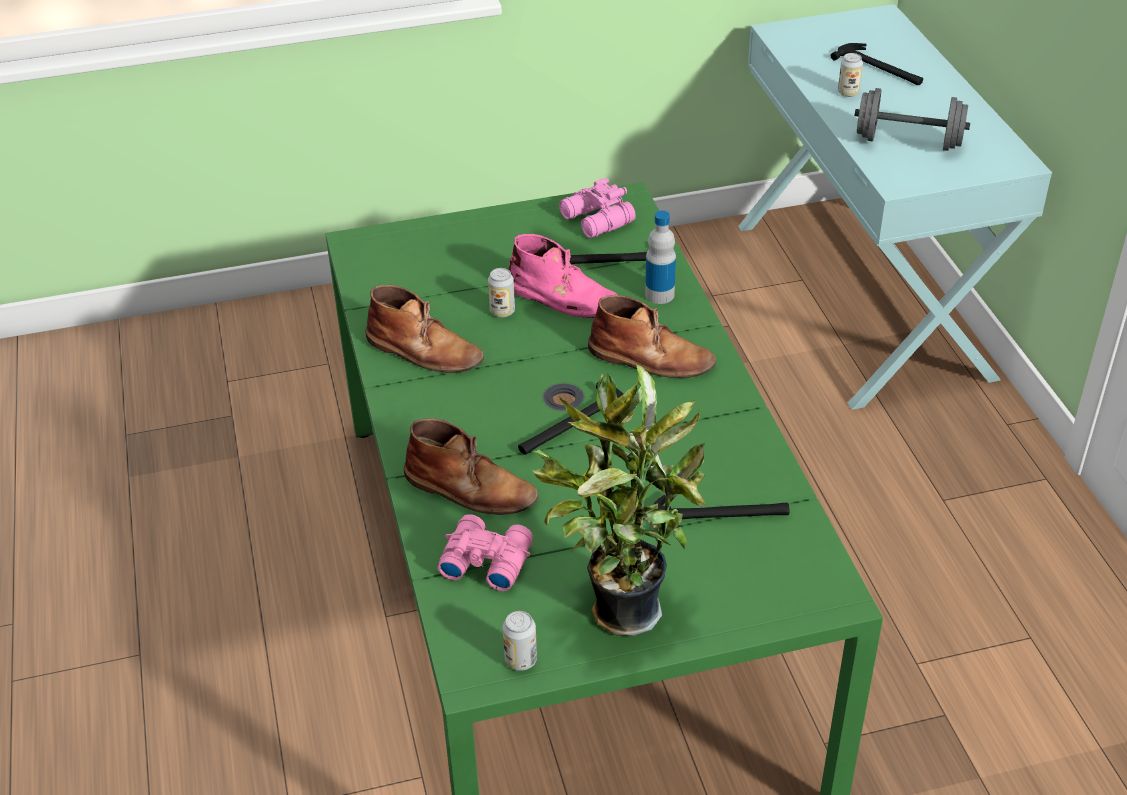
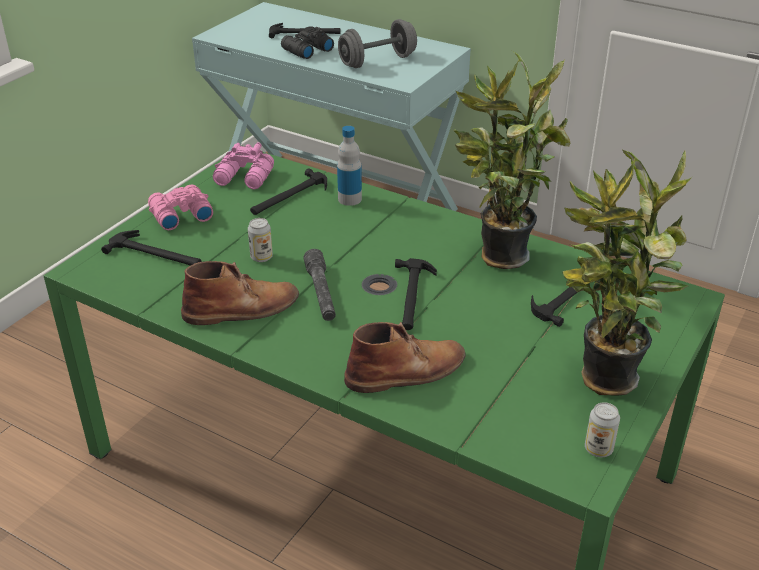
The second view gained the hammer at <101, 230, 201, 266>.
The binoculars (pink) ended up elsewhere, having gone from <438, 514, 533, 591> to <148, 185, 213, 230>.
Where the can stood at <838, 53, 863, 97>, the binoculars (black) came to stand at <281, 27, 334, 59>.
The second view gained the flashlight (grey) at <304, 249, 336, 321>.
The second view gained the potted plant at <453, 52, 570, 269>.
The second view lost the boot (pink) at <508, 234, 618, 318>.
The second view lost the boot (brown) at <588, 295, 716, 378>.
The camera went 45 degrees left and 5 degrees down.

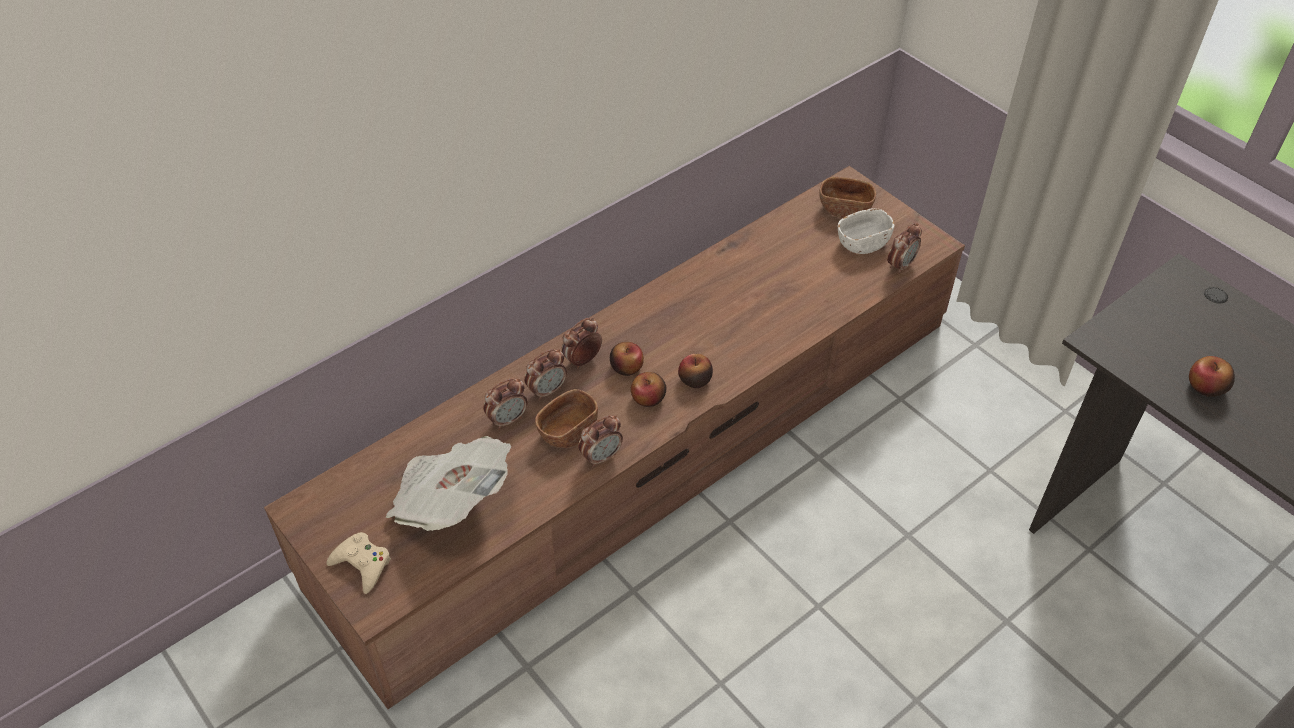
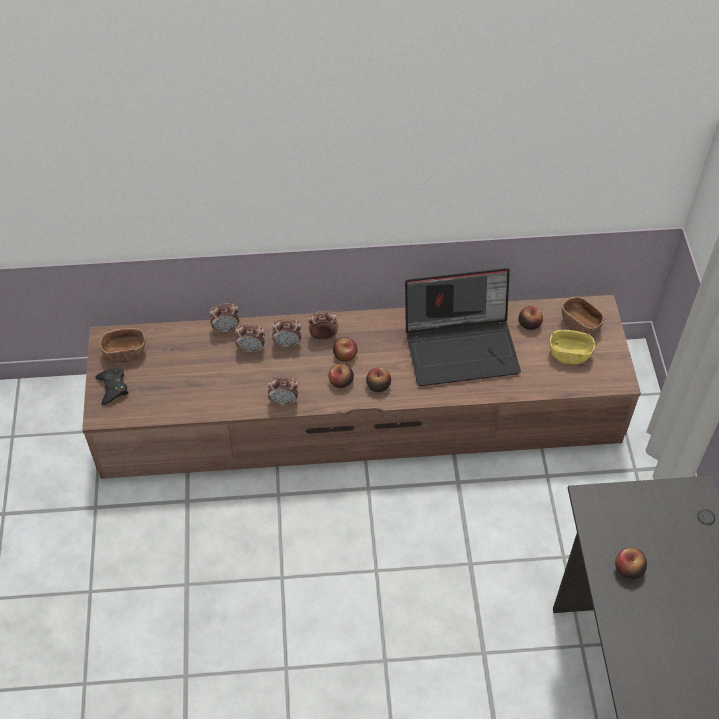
What was the game controller (beige) at <327, 532, 391, 594> turned into the game controller (black) at <95, 369, 128, 405>.
The bowl (brown) ended up elsewhere, having gone from <535, 389, 598, 448> to <100, 328, 146, 363>.
The alarm clock ended up elsewhere, having gone from <887, 223, 922, 274> to <210, 303, 239, 334>.
The second view gained the laptop at <405, 268, 521, 386>.
The second view gained the apple at <518, 306, 543, 330>.
What was the bowl (white) at <838, 208, 894, 254> turned into the bowl (yellow) at <549, 330, 595, 364>.
The second view lost the newspaper at <386, 436, 511, 531>.
The camera went 35 degrees right and 5 degrees up.

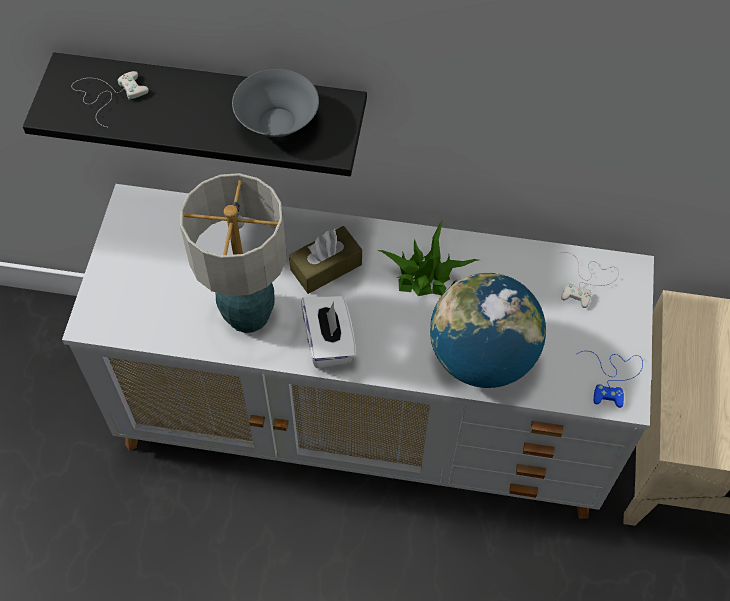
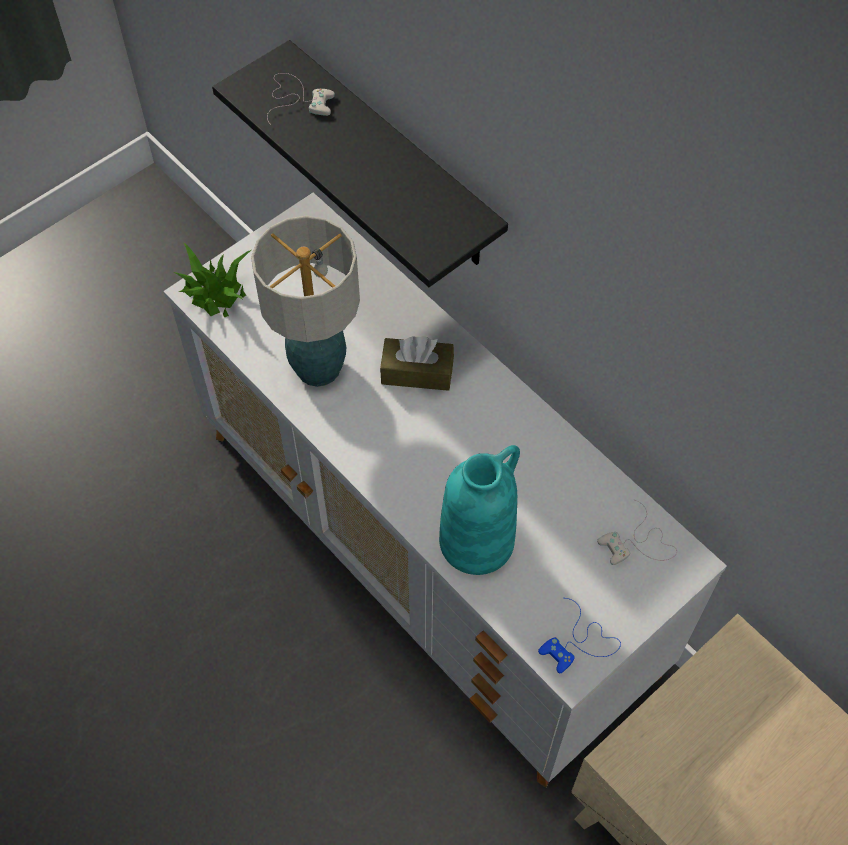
The potted plant ended up elsewhere, having gone from <378, 220, 479, 296> to <174, 243, 251, 317>.
Where the globe stood at <430, 273, 546, 388>, the vase (turquoise) came to stand at <439, 445, 520, 575>.
The second view lost the bowl (grey) at <232, 69, 319, 137>.
The second view lost the tissue box (white) at <301, 296, 356, 368>.
The camera went 40 degrees right and 0 degrees up.

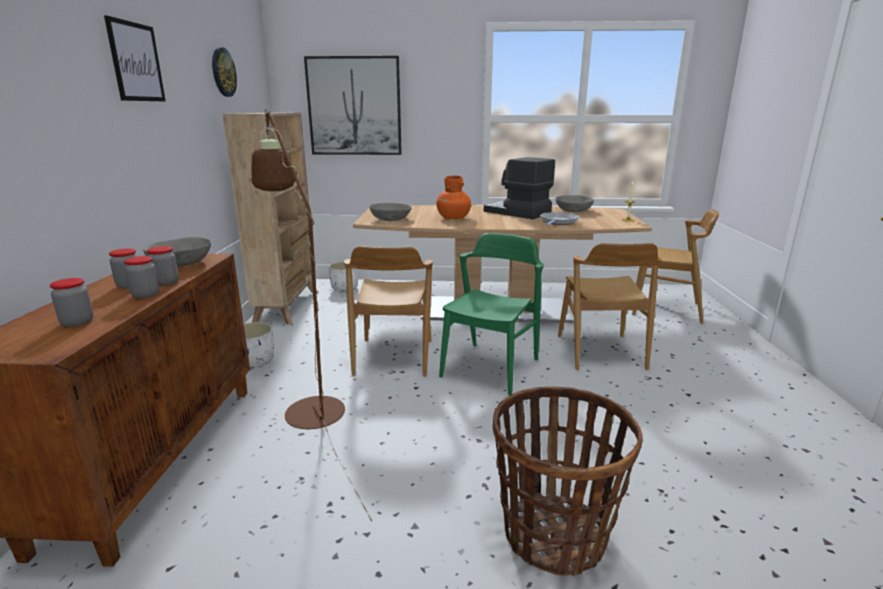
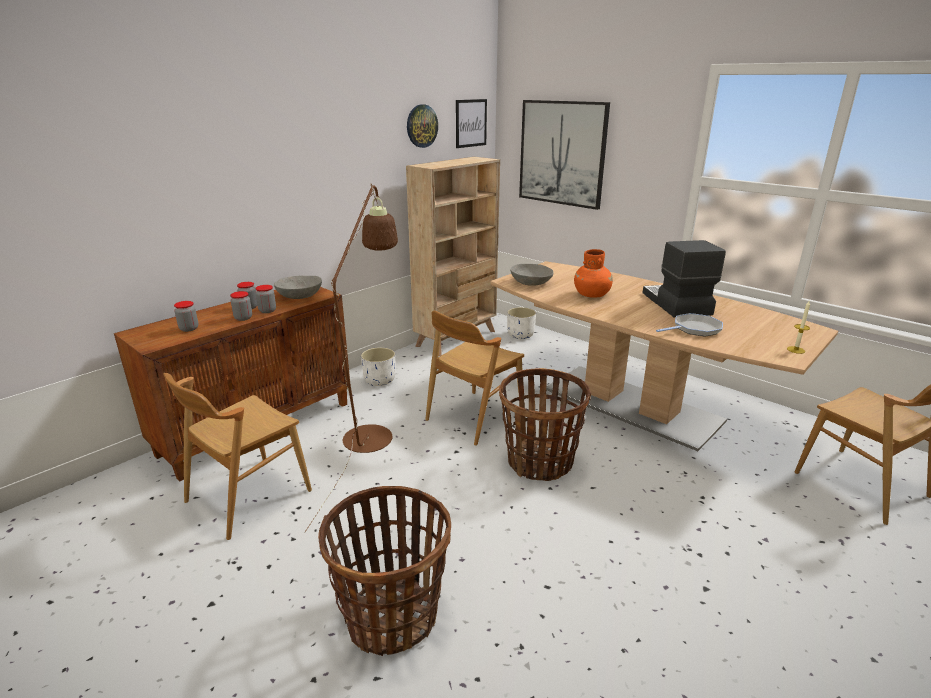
The chair (brown) ended up elsewhere, having gone from <558, 243, 662, 370> to <163, 373, 312, 540>.
The picture ended up elsewhere, having gone from <104, 15, 165, 101> to <456, 99, 487, 148>.
Where the chair (green) stood at <439, 233, 544, 396>, the basket came to stand at <499, 368, 591, 481>.
The second view lost the bowl (grey) at <555, 195, 594, 212>.
The camera went 40 degrees right and 5 degrees up.

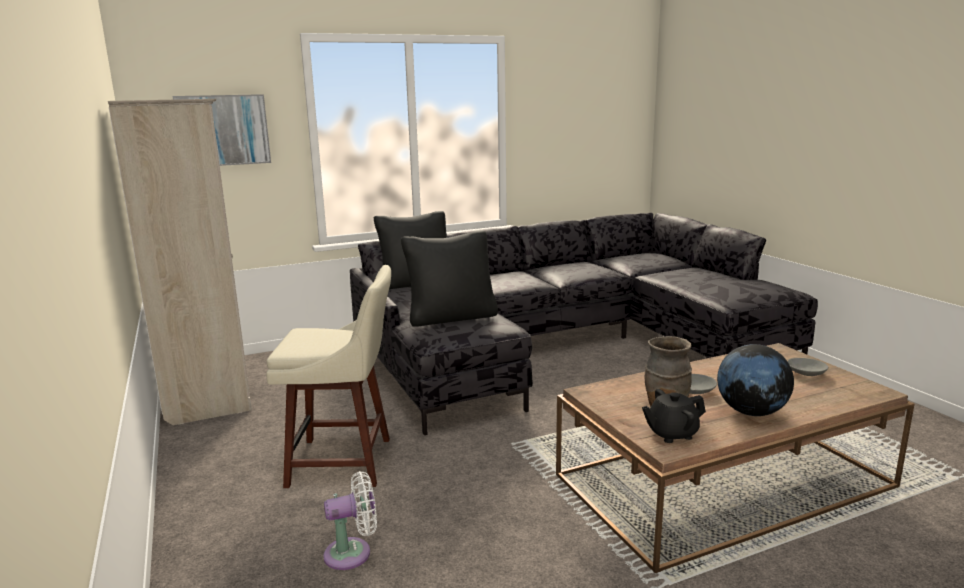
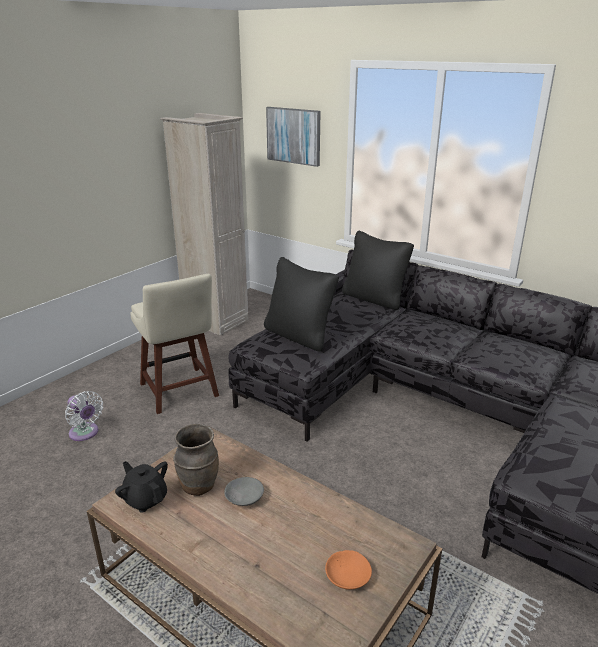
What was the bowl (grey) at <787, 358, 828, 376> turned into the bowl (orange) at <325, 550, 372, 590>.
The second view lost the globe at <717, 344, 794, 416>.
The camera went 60 degrees right and 10 degrees up.

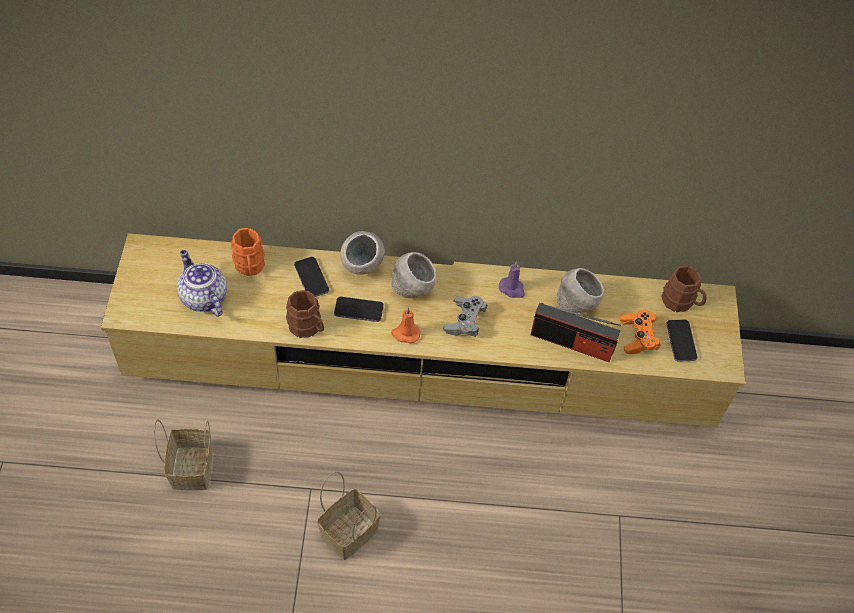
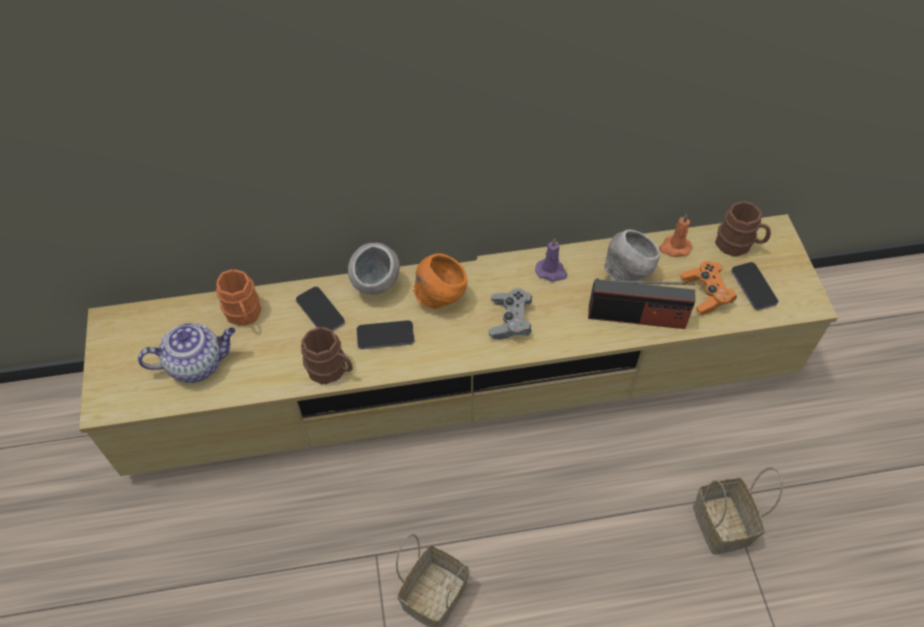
The teapot at <177, 250, 227, 317> ended up facing another way, 120 degrees clockwise from before.
What was the bowl (grey) at <391, 252, 436, 298> turned into the bowl (orange) at <413, 253, 467, 309>.
The candle (orange) ended up elsewhere, having gone from <391, 308, 420, 344> to <659, 214, 692, 257>.
The basket ended up elsewhere, having gone from <154, 419, 212, 491> to <693, 467, 783, 555>.
The camera went 10 degrees left and 0 degrees up.

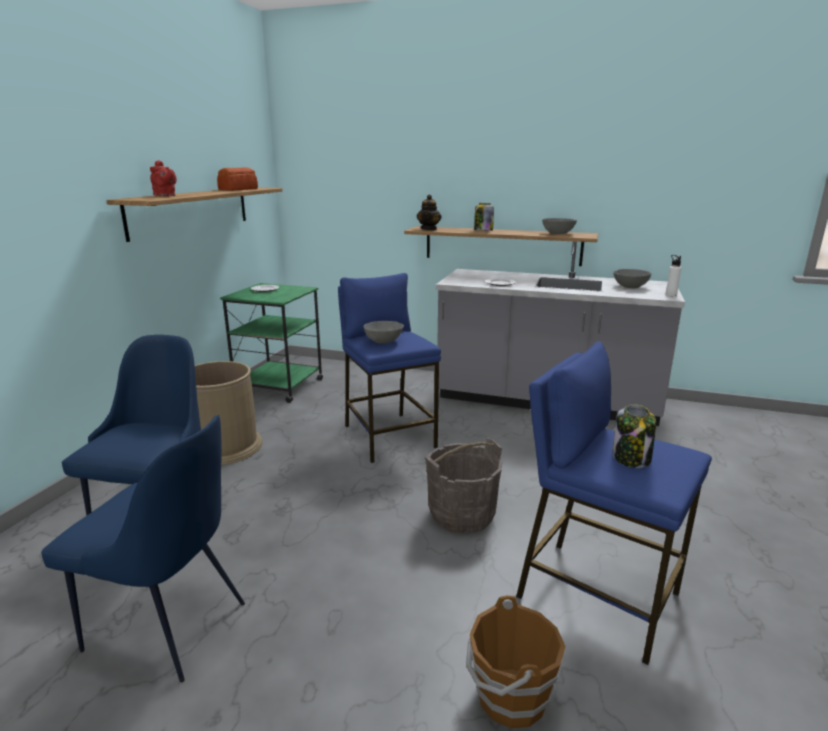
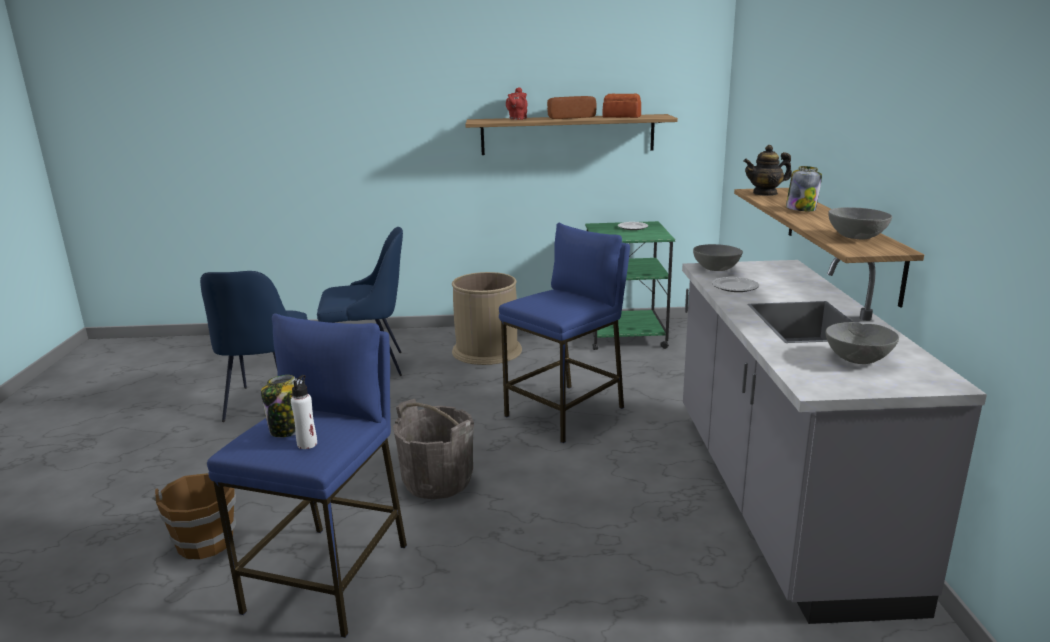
The bottle (white) ended up elsewhere, having gone from <665, 255, 681, 297> to <291, 375, 317, 449>.
The second view gained the bread at <547, 96, 597, 119>.
The bowl (grey) ended up elsewhere, having gone from <363, 321, 404, 344> to <693, 244, 743, 271>.
The camera went 70 degrees right and 0 degrees up.

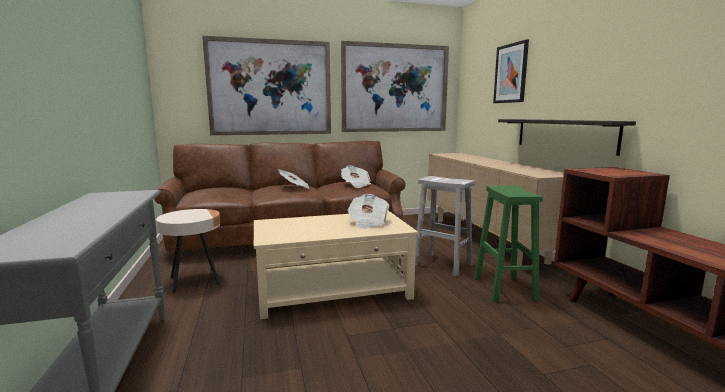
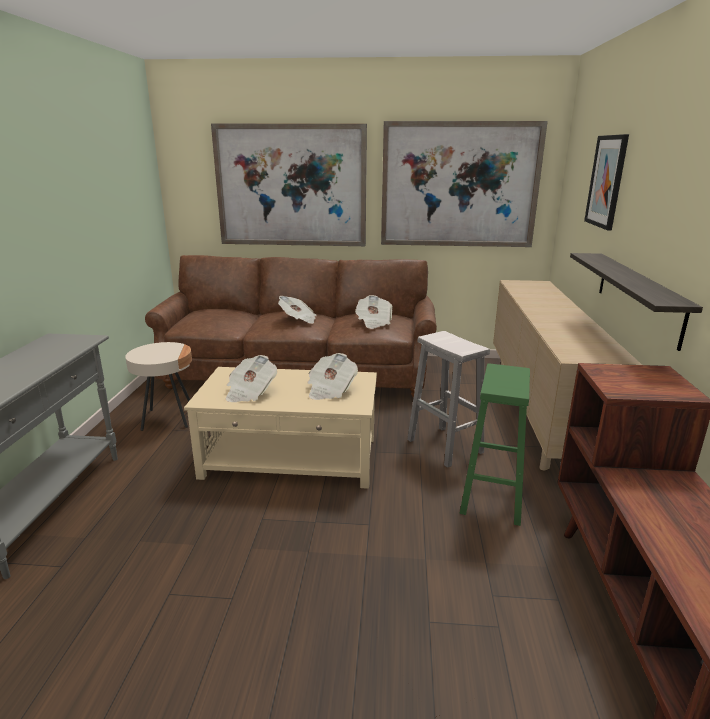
The second view gained the newspaper at <226, 355, 277, 402>.
The camera went 20 degrees right and 10 degrees up.

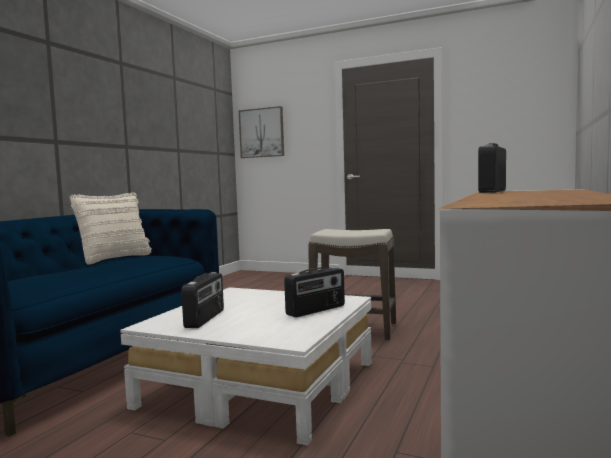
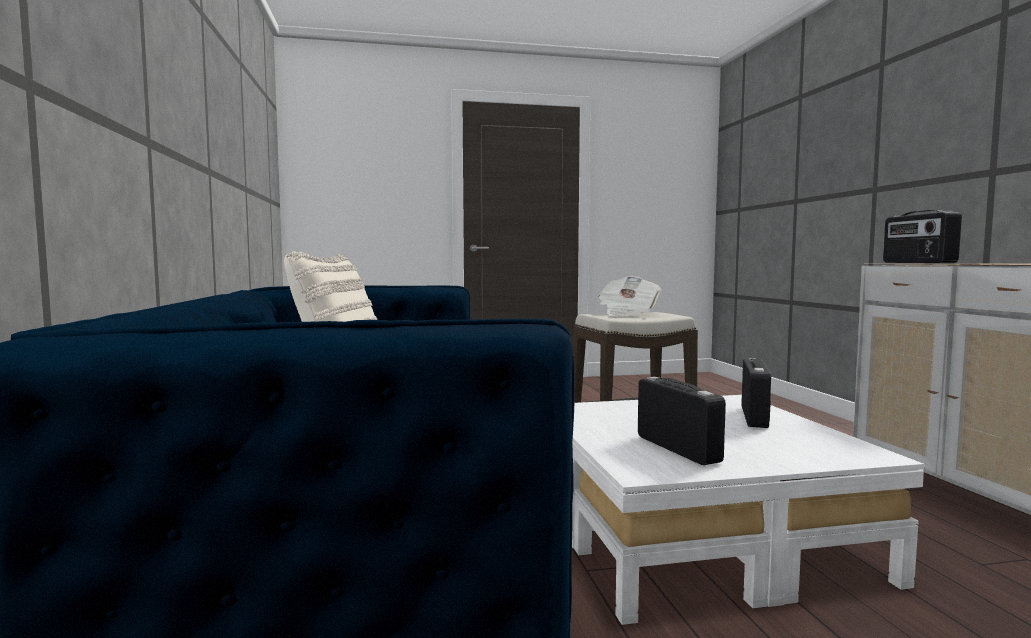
The second view gained the newspaper at <598, 276, 662, 317>.
The second view lost the picture at <239, 106, 284, 158>.
The camera went 35 degrees left and 0 degrees up.

